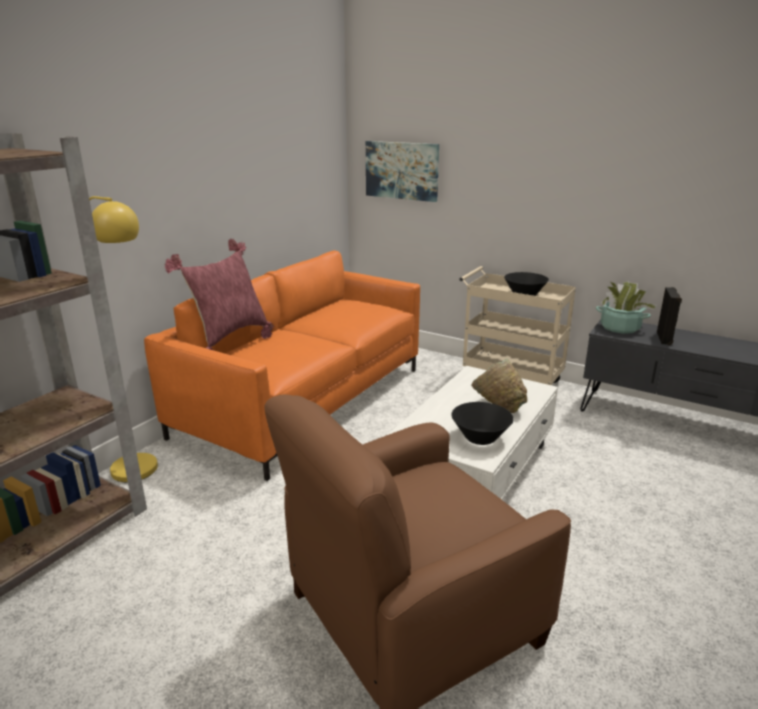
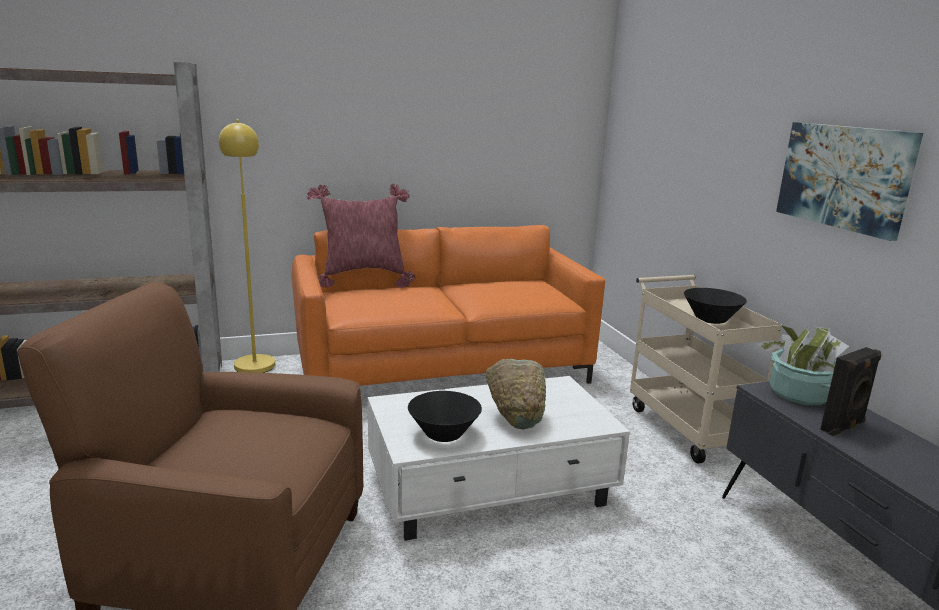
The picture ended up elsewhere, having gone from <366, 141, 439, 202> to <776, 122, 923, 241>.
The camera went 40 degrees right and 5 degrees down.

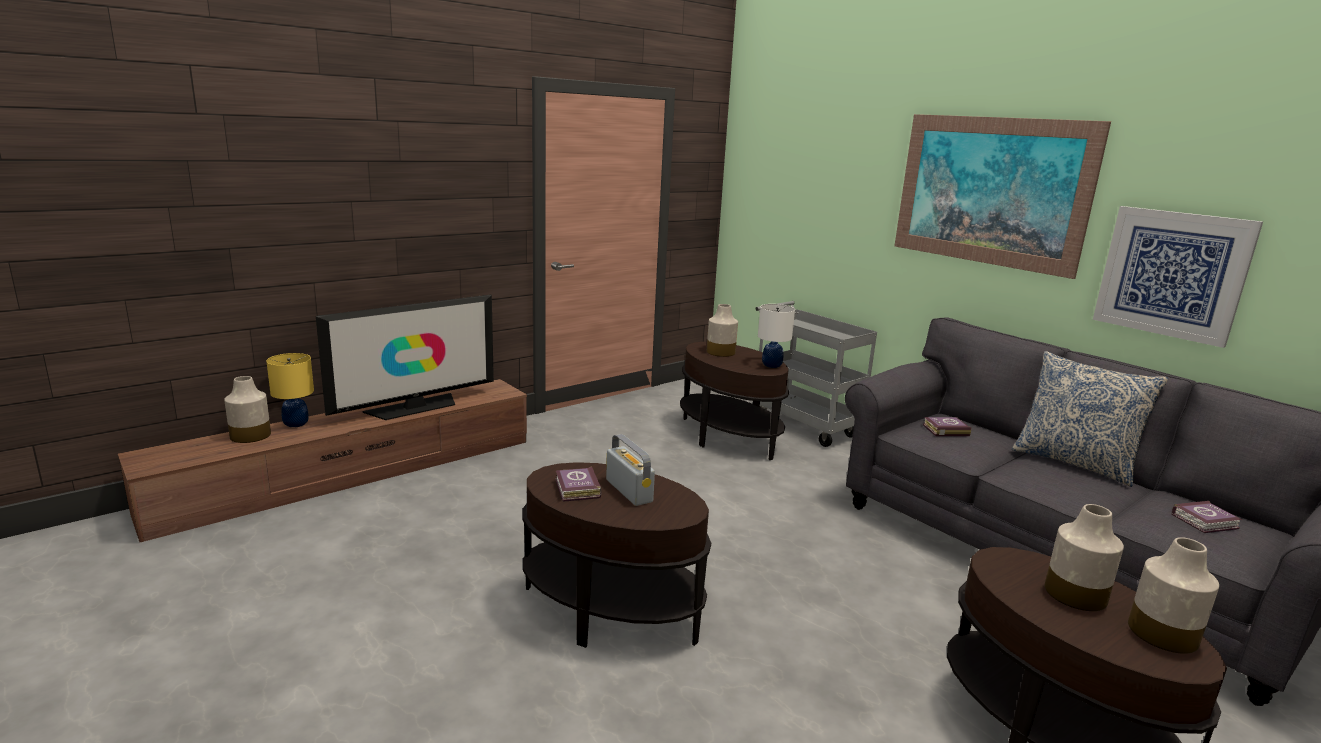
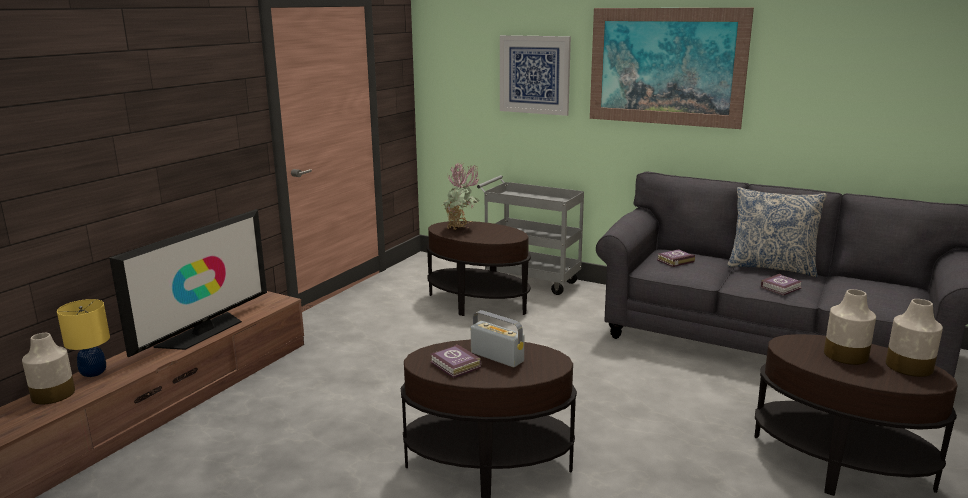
Where the vase (beige) stood at <707, 304, 738, 357>, the potted plant came to stand at <442, 163, 480, 230>.
The picture ended up elsewhere, having gone from <1093, 206, 1263, 348> to <500, 35, 571, 116>.
The book ended up elsewhere, having gone from <1171, 501, 1242, 533> to <761, 274, 802, 296>.
The second view lost the table lamp (white) at <758, 304, 795, 368>.
The camera went 20 degrees left and 0 degrees up.

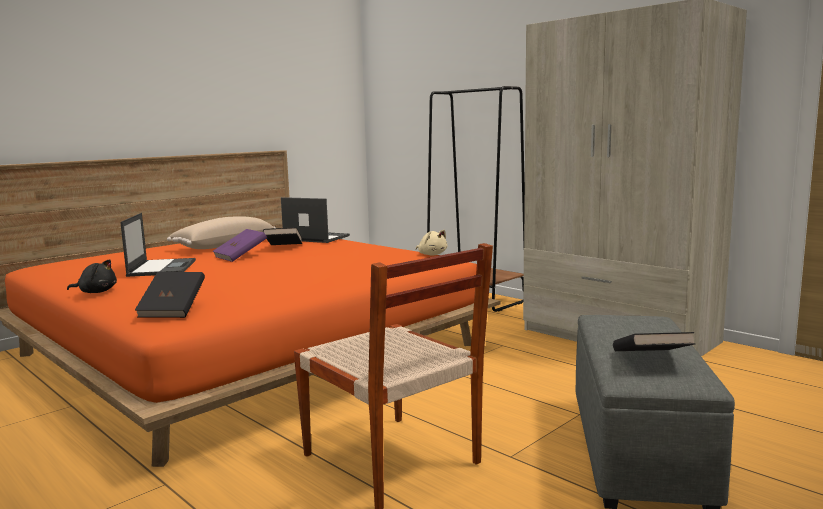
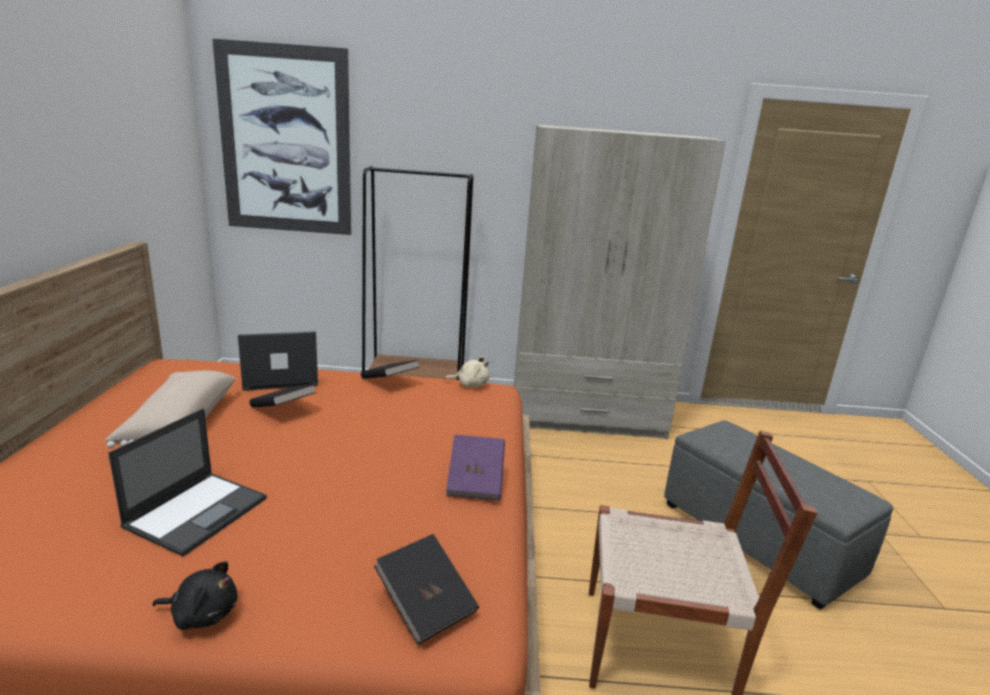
The laptop at <120, 213, 196, 277> ended up facing another way, 75 degrees clockwise from before.
The plush toy (black) at <67, 259, 117, 293> ended up facing another way, 45 degrees clockwise from before.
The second view gained the picture at <212, 39, 351, 235>.
The book (black) ended up elsewhere, having gone from <613, 332, 695, 351> to <361, 360, 420, 379>.
The book (purple) ended up elsewhere, having gone from <212, 229, 267, 262> to <446, 434, 505, 501>.
The camera went 45 degrees left and 10 degrees up.

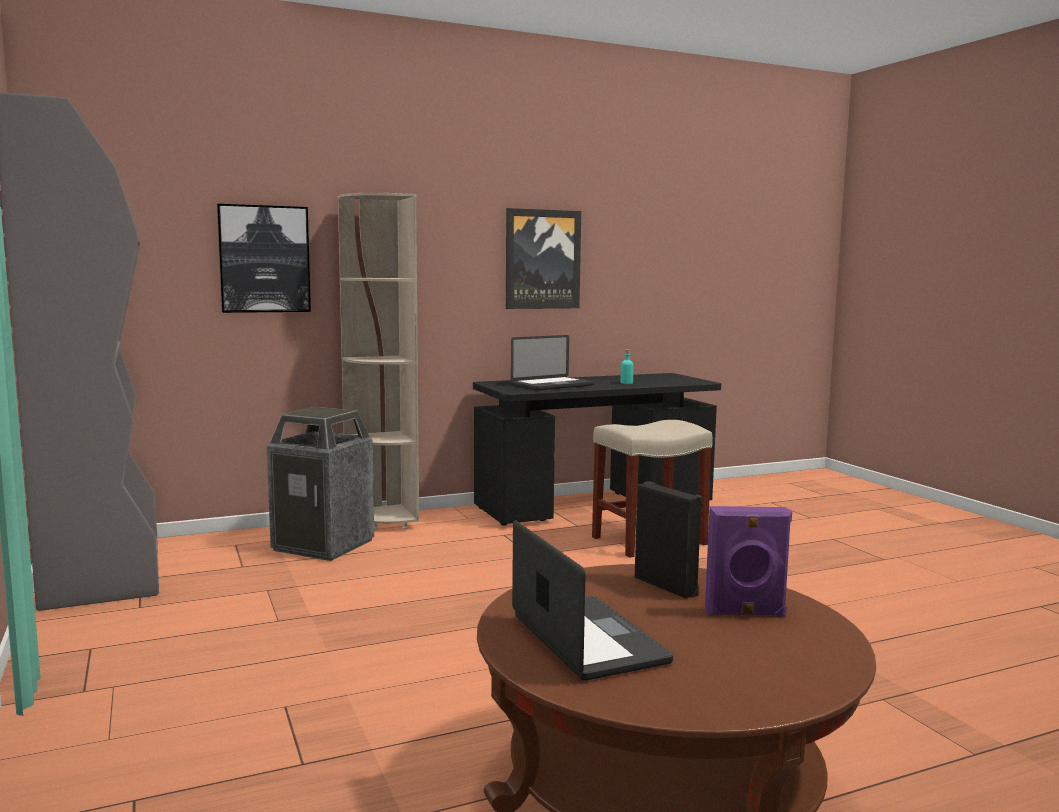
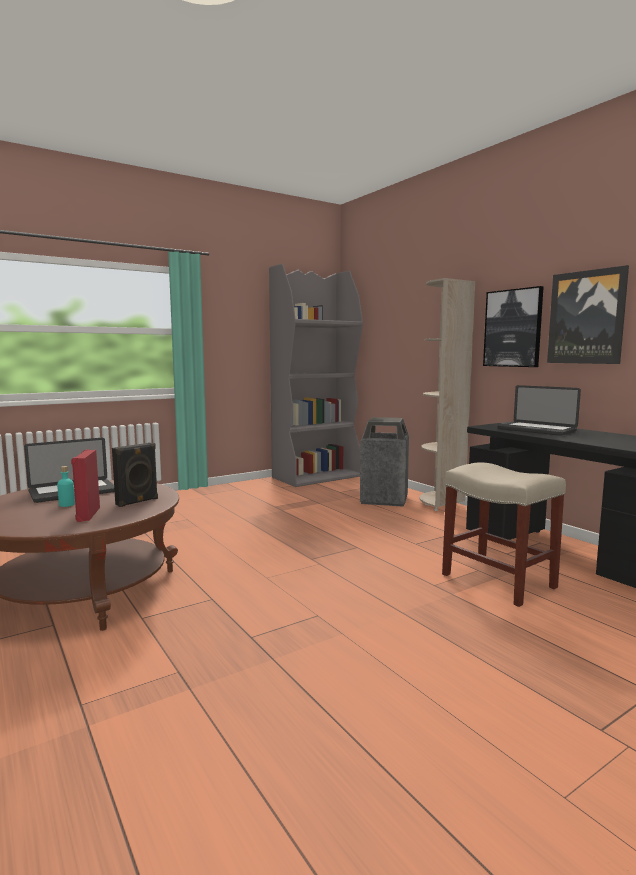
The bottle (turquoise) ended up elsewhere, having gone from <620, 349, 634, 384> to <57, 466, 75, 507>.
What was the speaker (purple) at <705, 506, 792, 617> turned into the speaker (red) at <71, 449, 100, 522>.
The picture ended up elsewhere, having gone from <217, 204, 311, 313> to <483, 286, 544, 367>.
The camera went 80 degrees right and 0 degrees up.

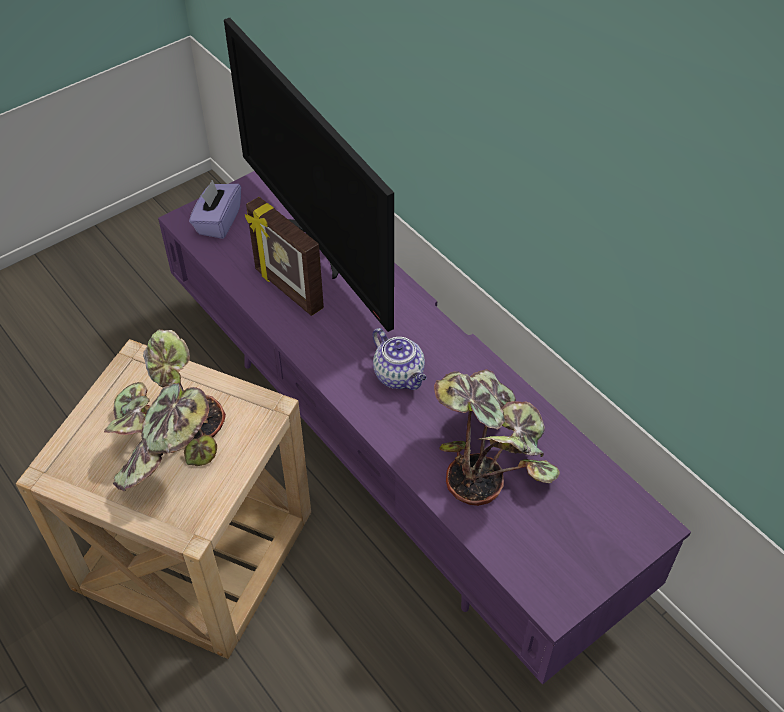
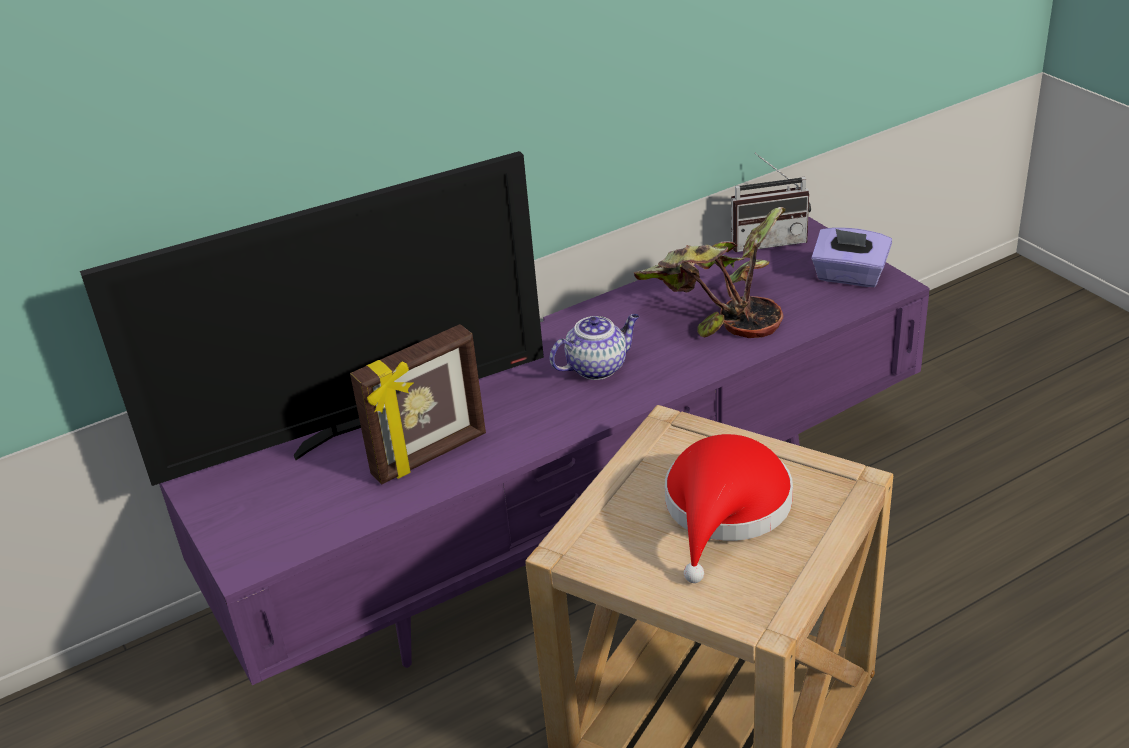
Where the potted plant stood at <104, 329, 226, 491>, the hat (red) came to stand at <665, 434, 793, 583>.
The second view gained the radio at <731, 153, 811, 252>.
The tissue box (purple) ended up elsewhere, having gone from <189, 180, 241, 239> to <811, 227, 892, 287>.
The camera went 80 degrees left and 15 degrees down.

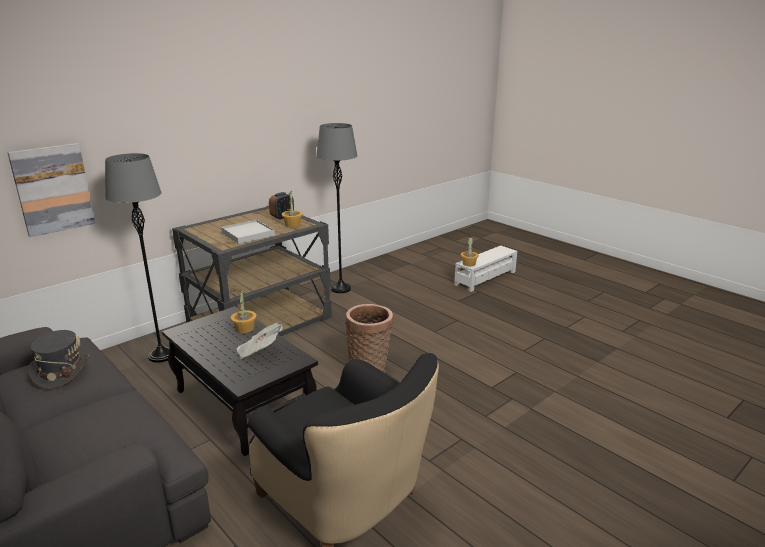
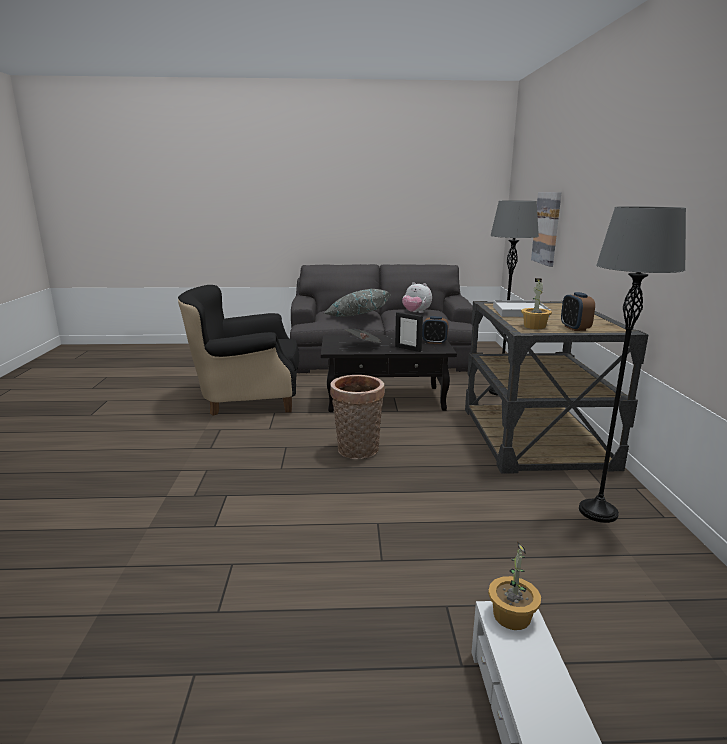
The second view gained the pillow (grey) at <324, 289, 391, 317>.
Where the potted plant stood at <231, 289, 257, 333>, the picture frame came to stand at <395, 312, 423, 352>.
Where the hat (grey) stood at <28, 330, 89, 389>, the plush toy came to stand at <402, 282, 432, 313>.
The second view gained the alarm clock at <422, 316, 448, 344>.
The camera went 130 degrees right and 5 degrees down.

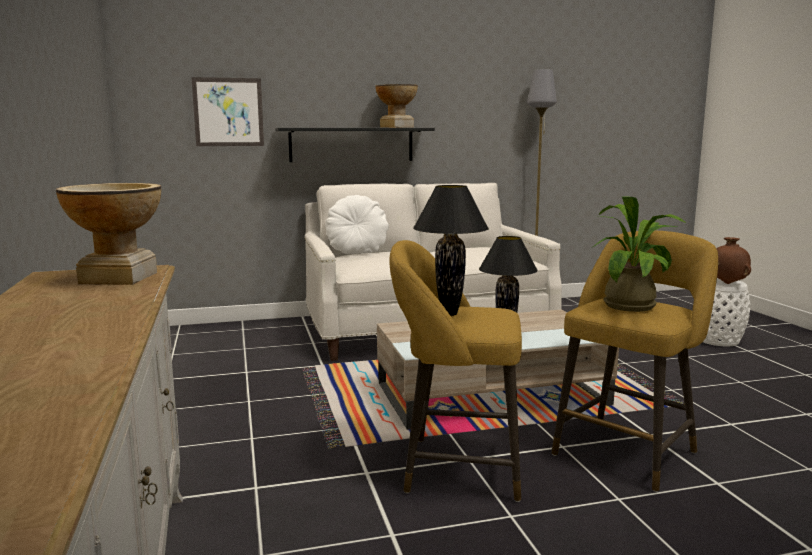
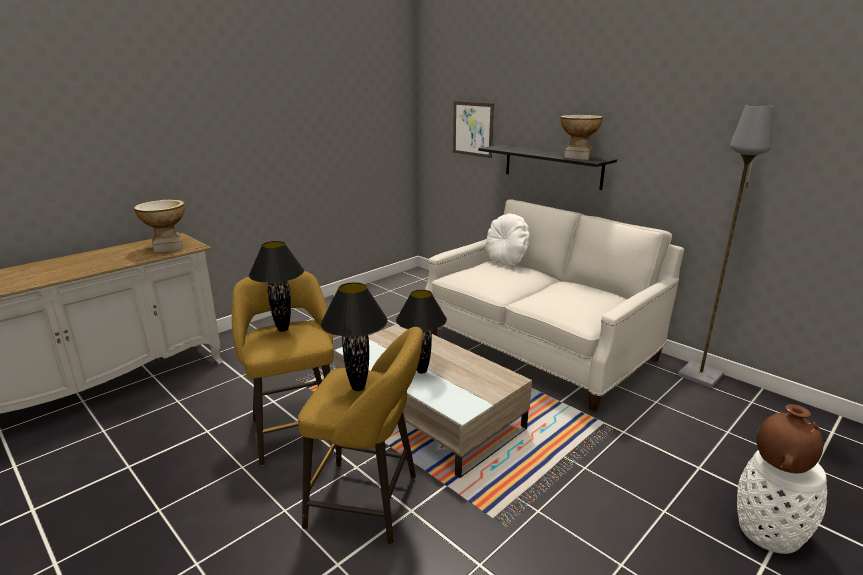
Where the potted plant stood at <593, 196, 686, 312>, the table lamp (black) came to stand at <321, 282, 388, 391>.
The camera went 60 degrees right and 10 degrees up.

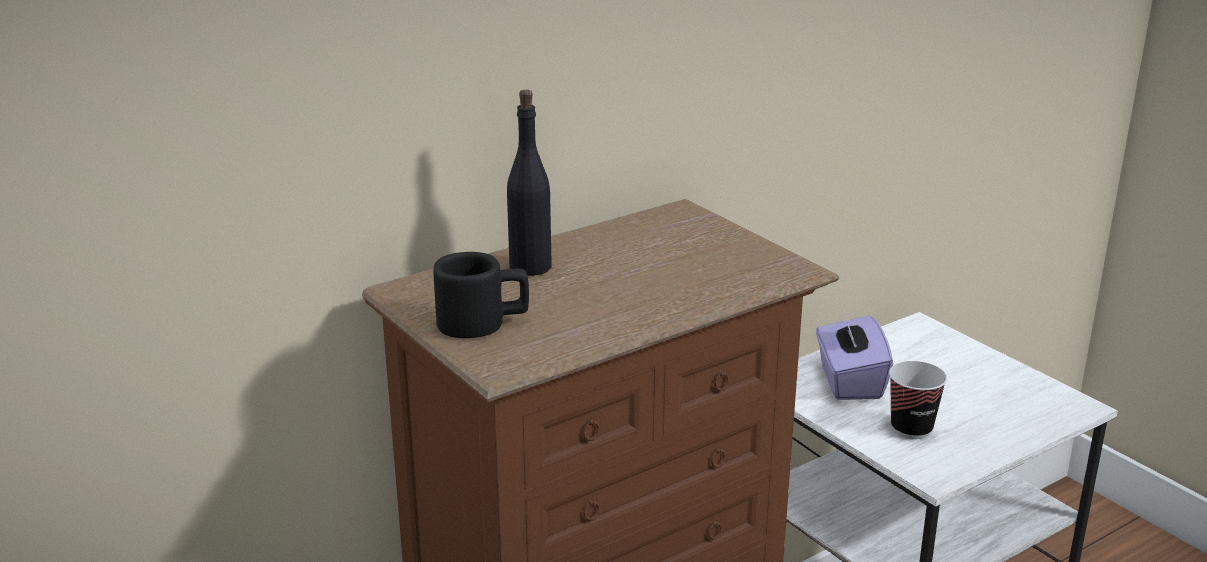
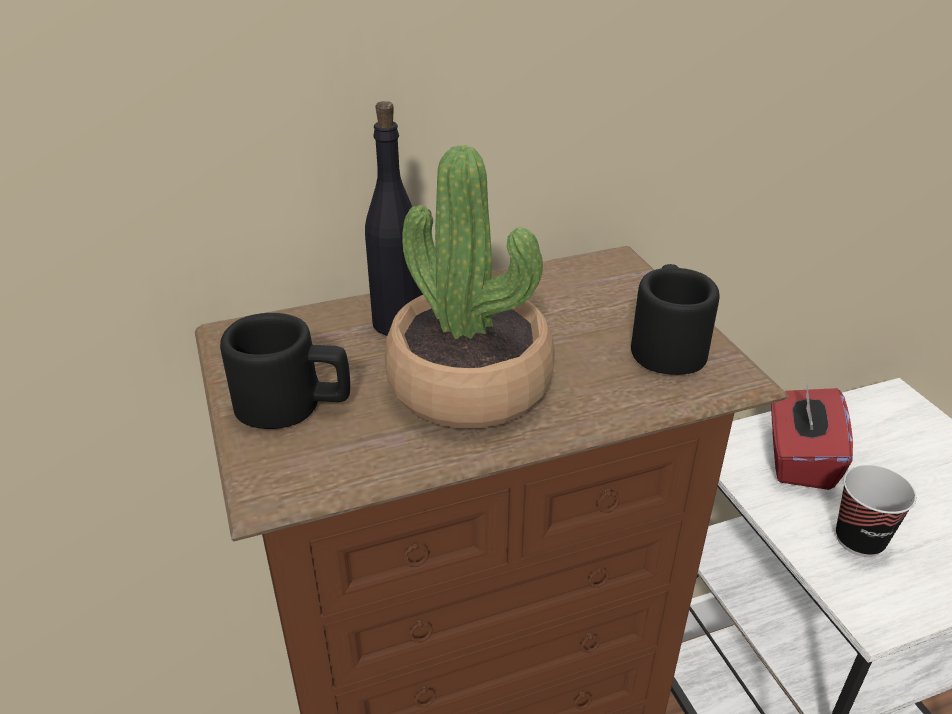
The second view gained the potted plant at <385, 145, 555, 428>.
The second view gained the mug (black) at <631, 264, 720, 375>.
What was the tissue box (purple) at <816, 308, 893, 400> turned into the tissue box (red) at <771, 380, 853, 490>.
The camera went 15 degrees right and 10 degrees up.

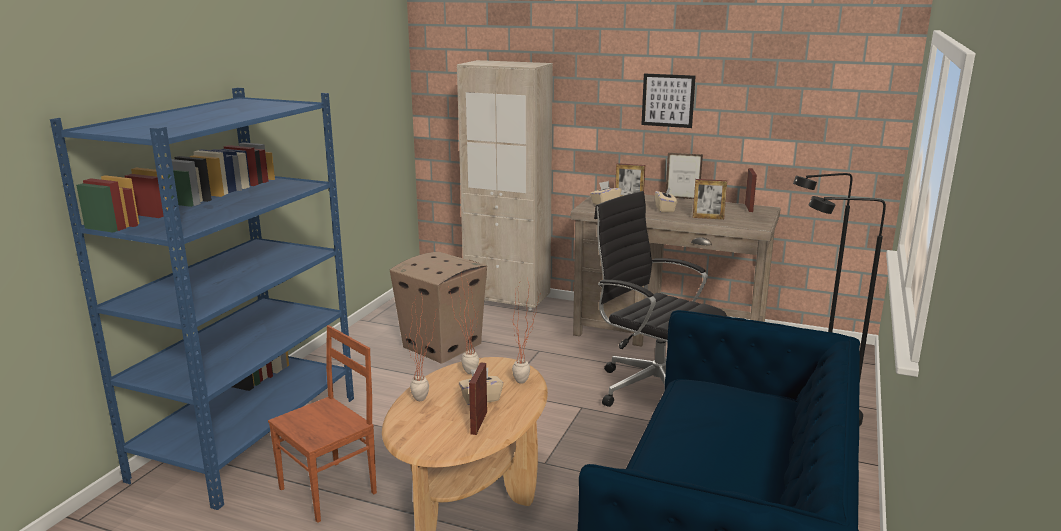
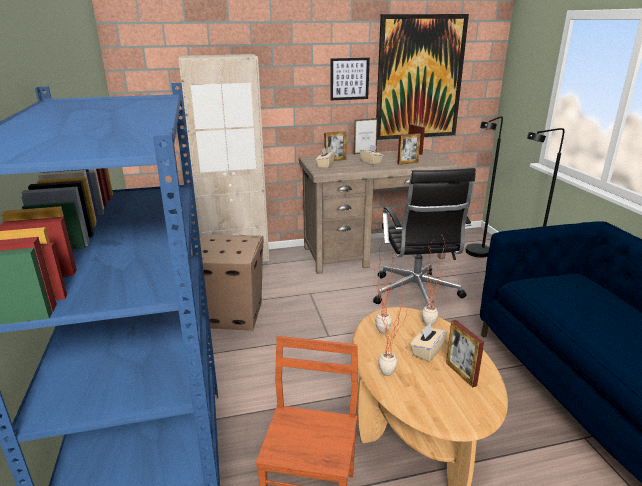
The office chair (black) at <594, 191, 727, 407> ended up facing another way, 105 degrees counterclockwise from before.
The second view gained the picture at <376, 14, 469, 140>.
The camera went 35 degrees left and 5 degrees up.

